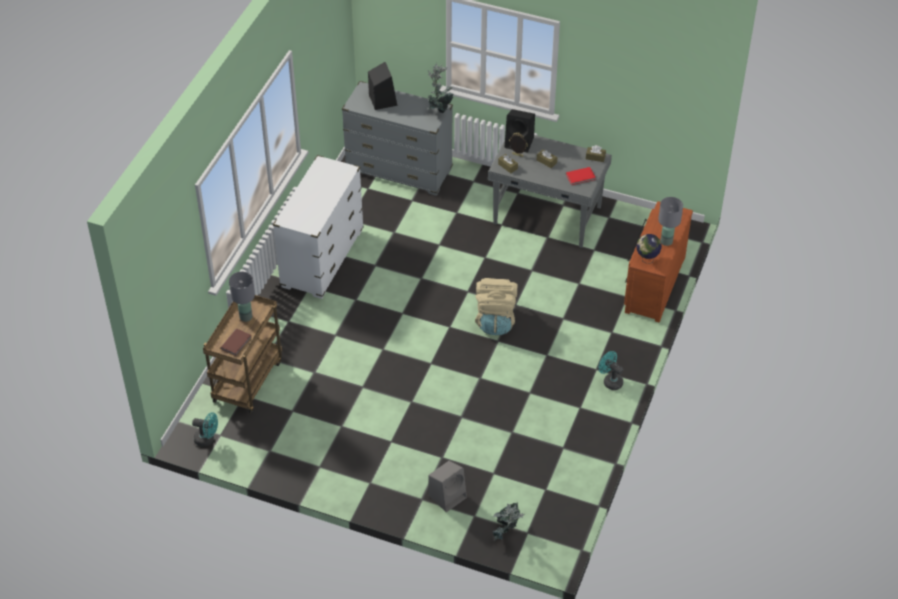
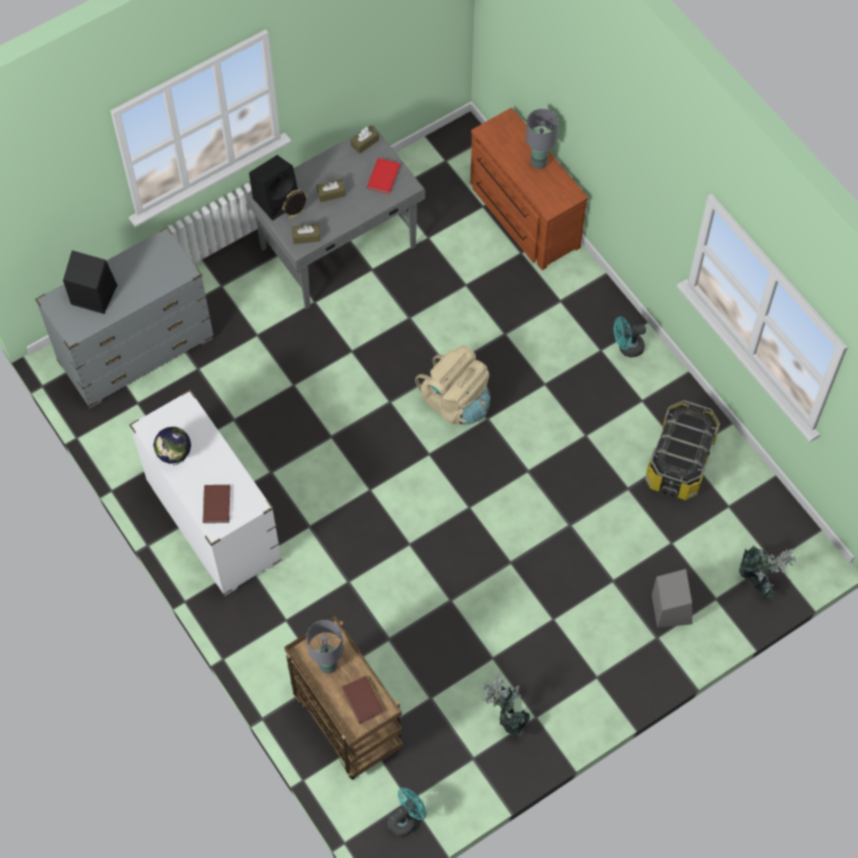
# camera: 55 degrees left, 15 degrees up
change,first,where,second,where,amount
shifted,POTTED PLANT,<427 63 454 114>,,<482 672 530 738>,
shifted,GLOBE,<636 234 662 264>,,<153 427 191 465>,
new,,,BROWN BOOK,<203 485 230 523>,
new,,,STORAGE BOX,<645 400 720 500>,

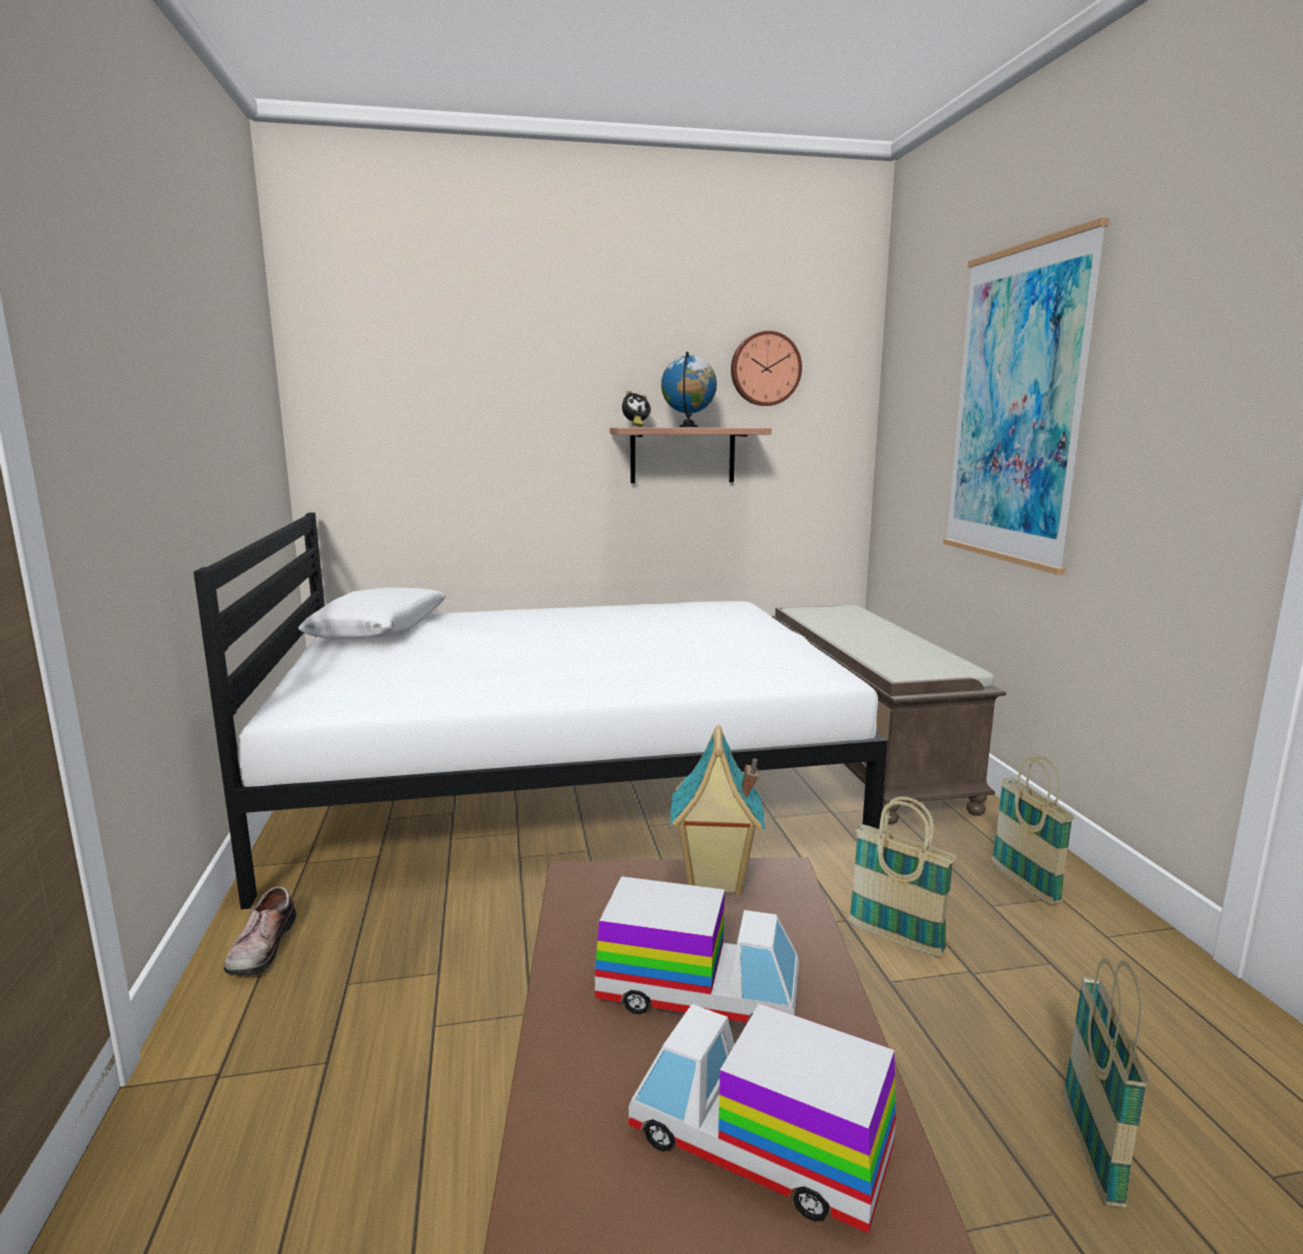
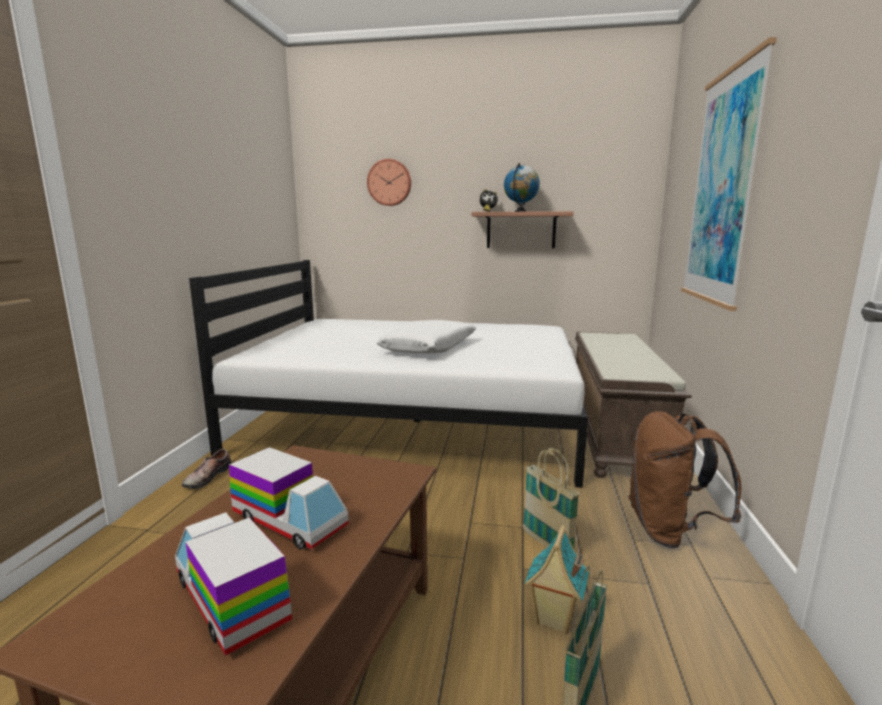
# camera: 20 degrees right, 0 degrees up
change,first,where,second,where,amount
shifted,WHITE PILLOW,<298 587 446 639>,,<377 320 476 353>,
shifted,TOY HOUSE,<670 725 765 895>,,<524 525 589 634>,
shifted,WALL CLOCK,<731 331 802 406>,,<367 159 411 206>,
swapped,BASKET,<991 756 1075 905>,BROWN BACKPACK,<628 411 742 549>,

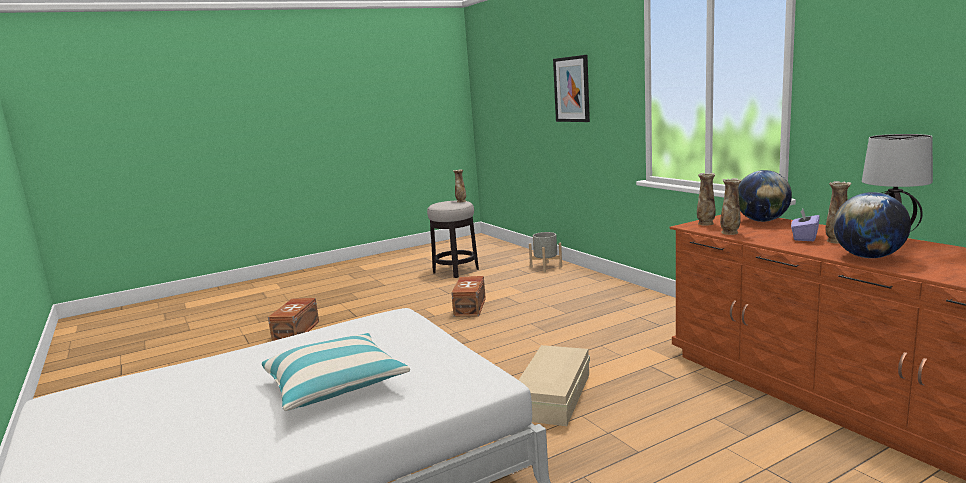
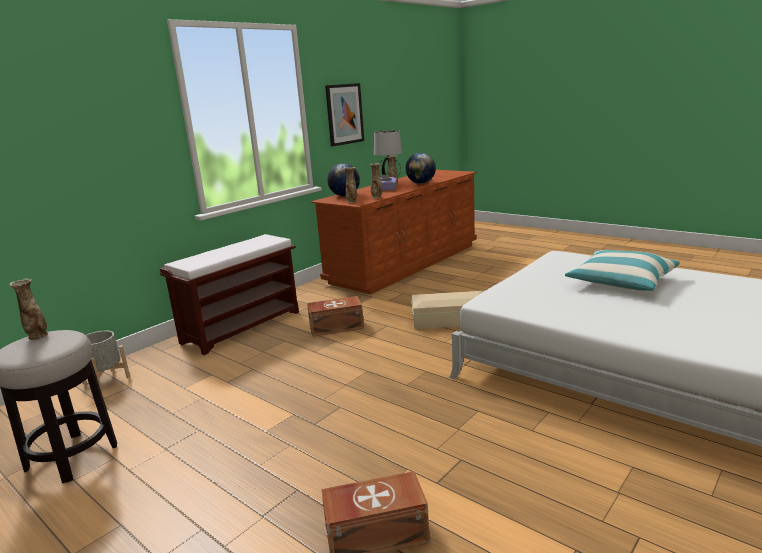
# camera: 110 degrees left, 5 degrees up
change,first,where,second,where,amount
shifted,BROWN STORAGE BOX,<451 276 486 317>,,<307 296 364 337>,
shifted,PICTURE,<553 55 590 122>,,<325 83 364 147>,
new,,,BROWN BENCH,<159 234 299 355>,

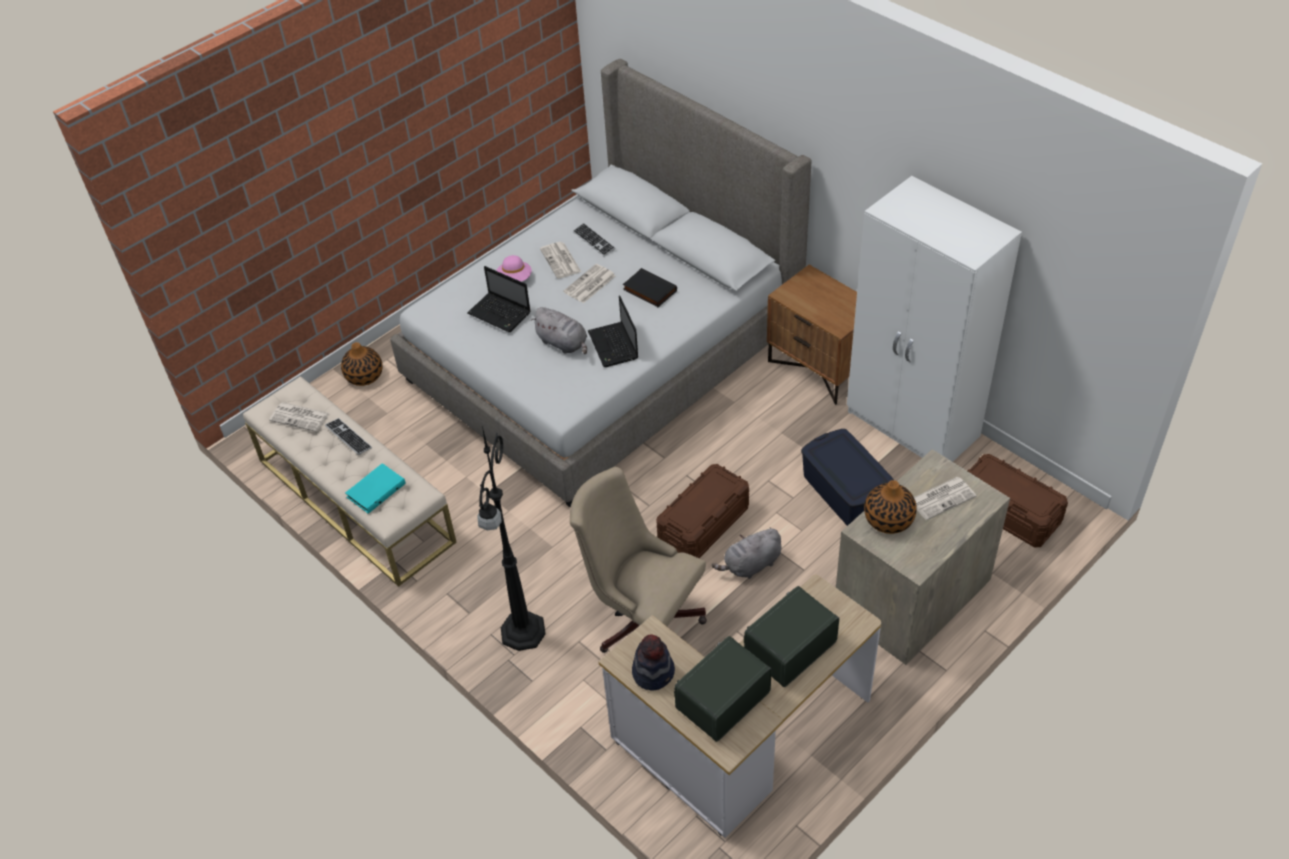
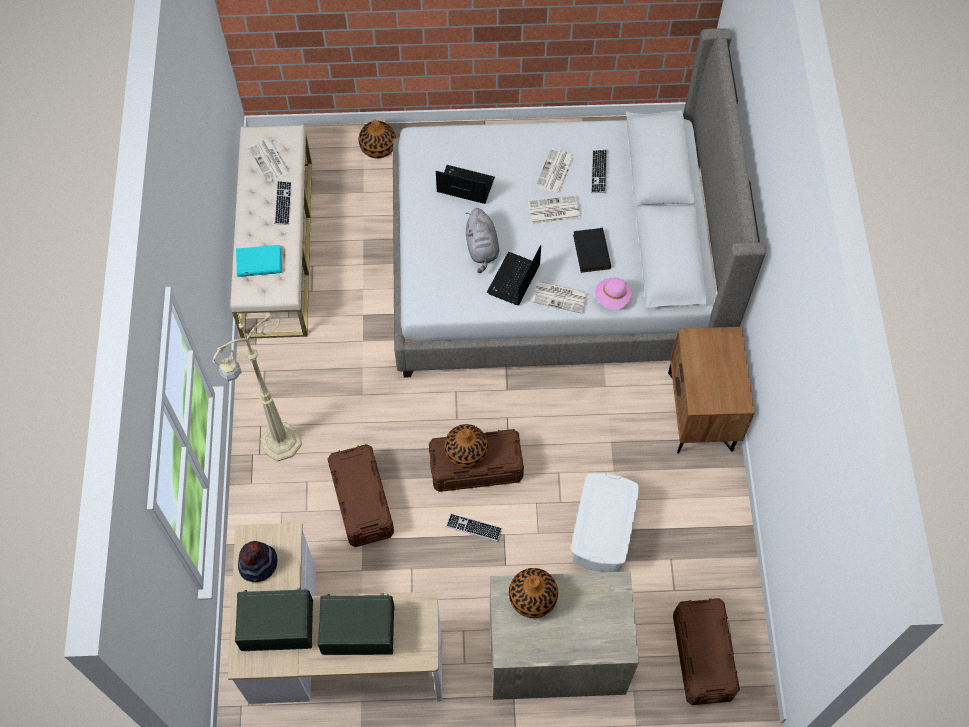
# camera: 40 degrees right, 15 degrees up
change,first,where,second,where,amount
rotated,LAPTOP,<467 266 531 332>,,<436 165 495 204>,120 degrees clockwise
repainted,BLACK FLOOR LAMP,<477 426 545 651>,BEIGE FLOOR LAMP,<212 309 302 462>,
shifted,PINK HAT,<496 255 532 281>,,<595 278 632 309>,
swapped,BEIGE OFFICE CHAIR,<570 467 707 653>,BROWN STORAGE BOX,<327 444 394 547>,
swapped,GREY PLUSH TOY,<712 527 781 579>,KEYBOARD,<446 513 502 542>,
repainted,BLUE STORAGE BOX,<801 429 894 526>,WHITE STORAGE BOX,<571 473 639 572>,
gone,WHITE WARDROBE,<847 176 1022 462>,,,
shifted,NEWSPAPER,<914 477 976 520>,,<532 281 588 314>,
new,,,VASE,<444 424 488 468>,

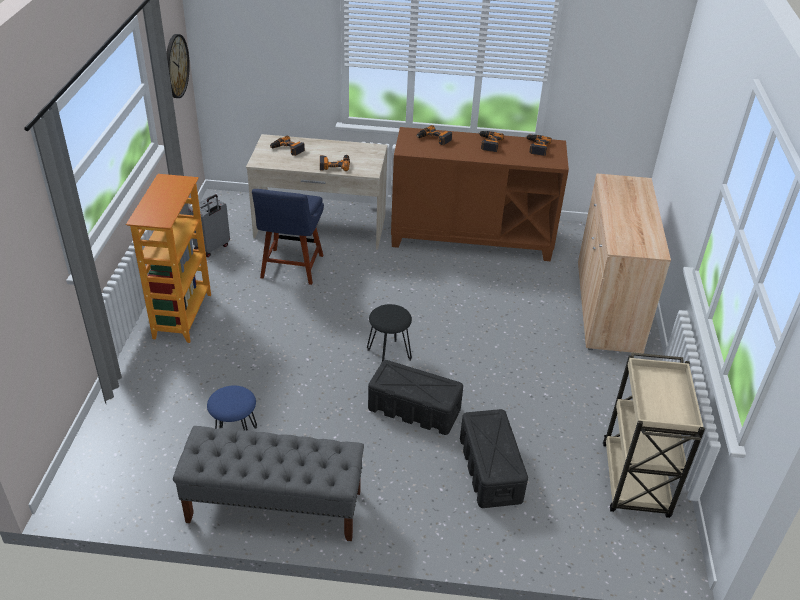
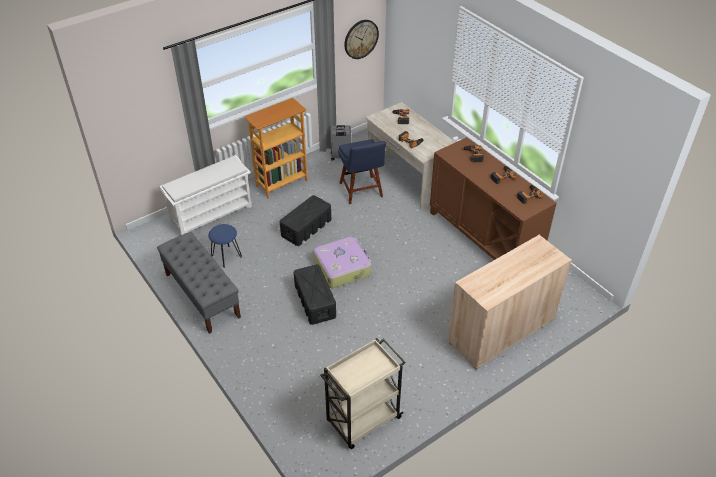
# camera: 50 degrees right, 5 degrees up
change,first,where,second,where,amount
rotated,BLUE CHAIR,<252 189 324 285>,,<338 139 386 204>,75 degrees counterclockwise
swapped,BLACK STOOL,<367 304 412 361>,SUITCASE,<313 236 372 288>,
shifted,BLACK STORAGE BOX,<460 409 528 508>,,<280 195 331 246>,
new,,,WHITE SHOE RACK,<159 155 252 235>,

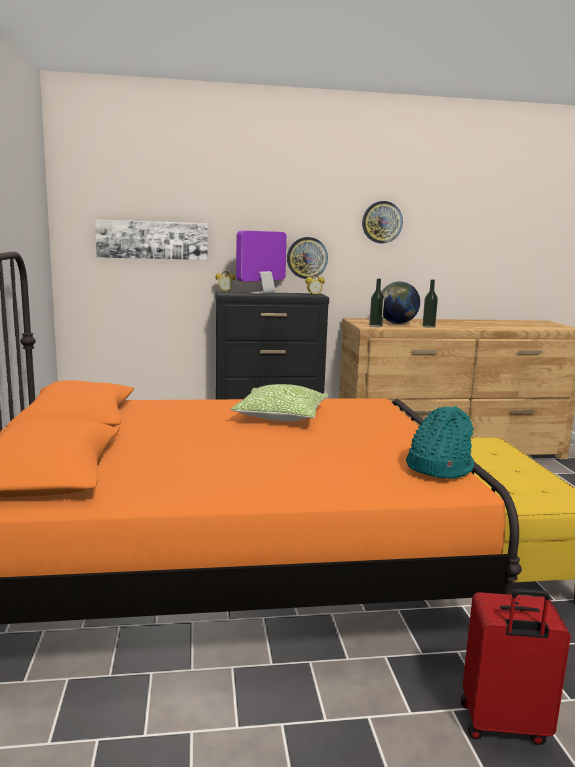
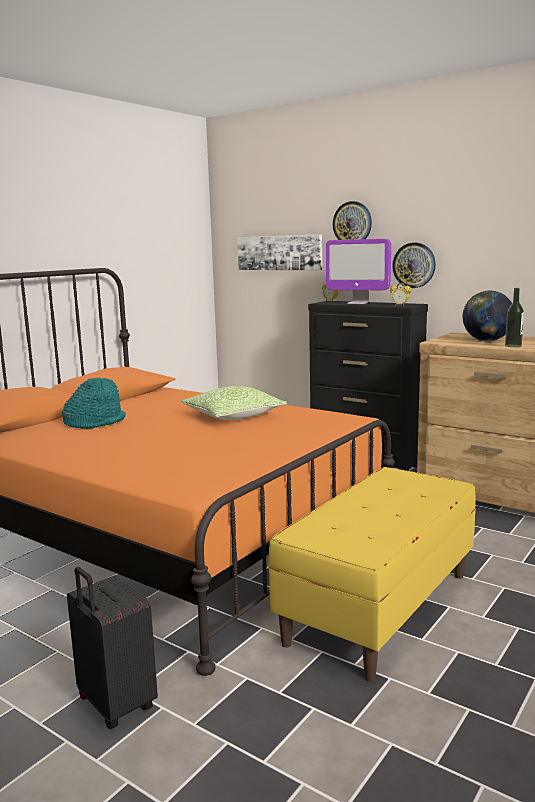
# camera: 45 degrees right, 0 degrees up
change,first,where,second,where,amount
rotated,MONITOR,<236 231 287 295>,,<326 239 391 304>,150 degrees counterclockwise
shifted,WALL CLOCK,<362 201 403 243>,,<333 201 372 240>,
gone,BOTTLE,<369 278 384 327>,,,
shifted,TURQUOISE HAT,<406 406 475 479>,,<62 377 126 429>,
repainted,RED SUITCASE,<460 588 571 745>,BLACK SUITCASE,<67 567 158 729>,

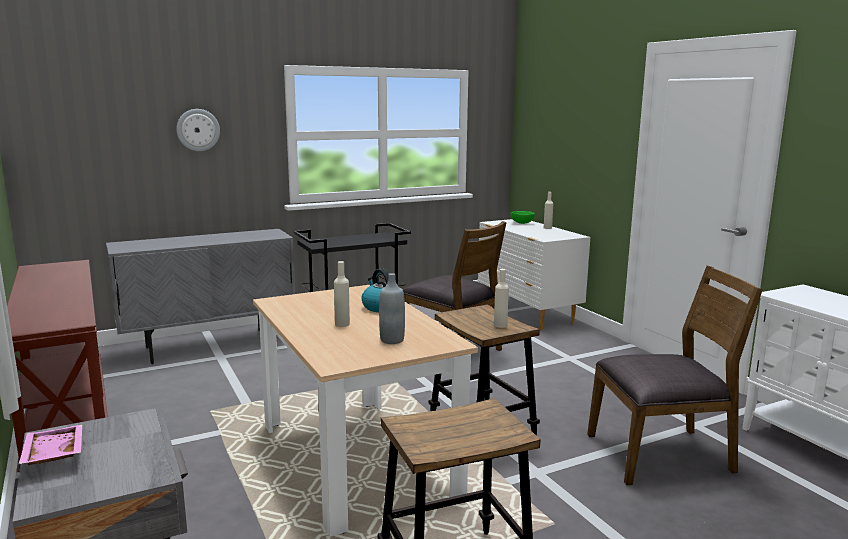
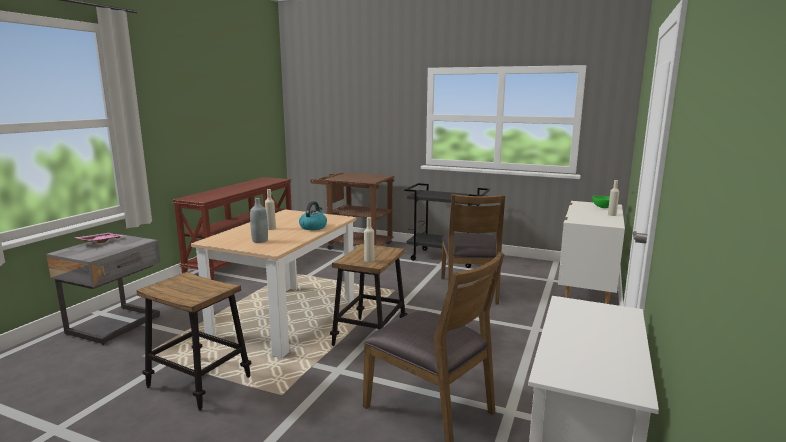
# camera: 50 degrees right, 0 degrees up
change,first,where,second,where,amount
swapped,GREY CABINET,<106 229 295 364>,BROWN CART,<310 172 395 250>,
gone,WALL CLOCK,<176 109 220 151>,,,

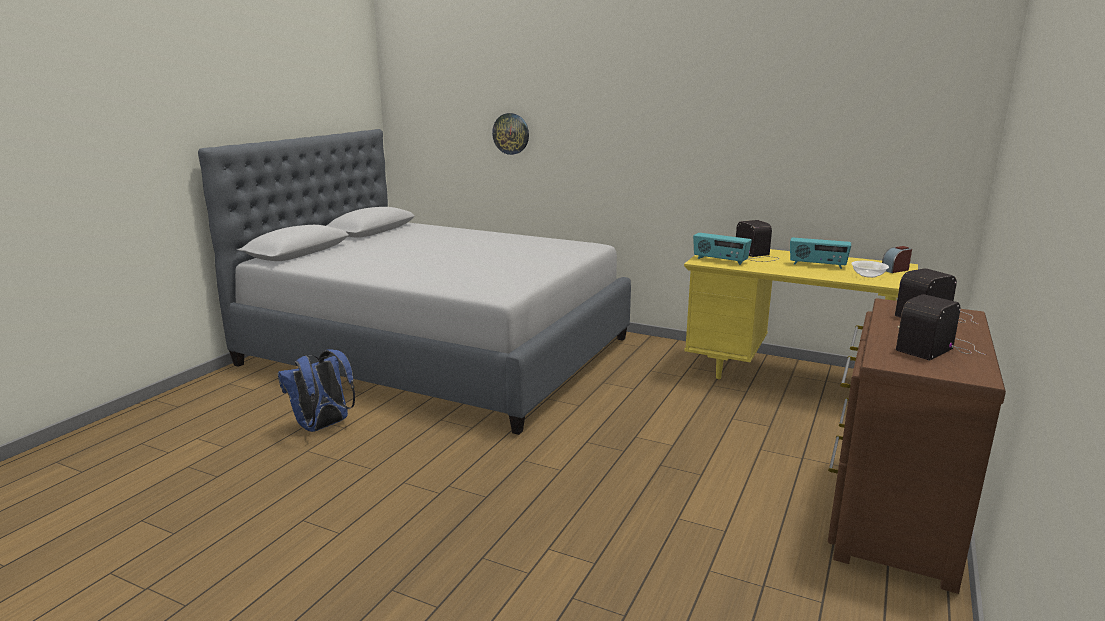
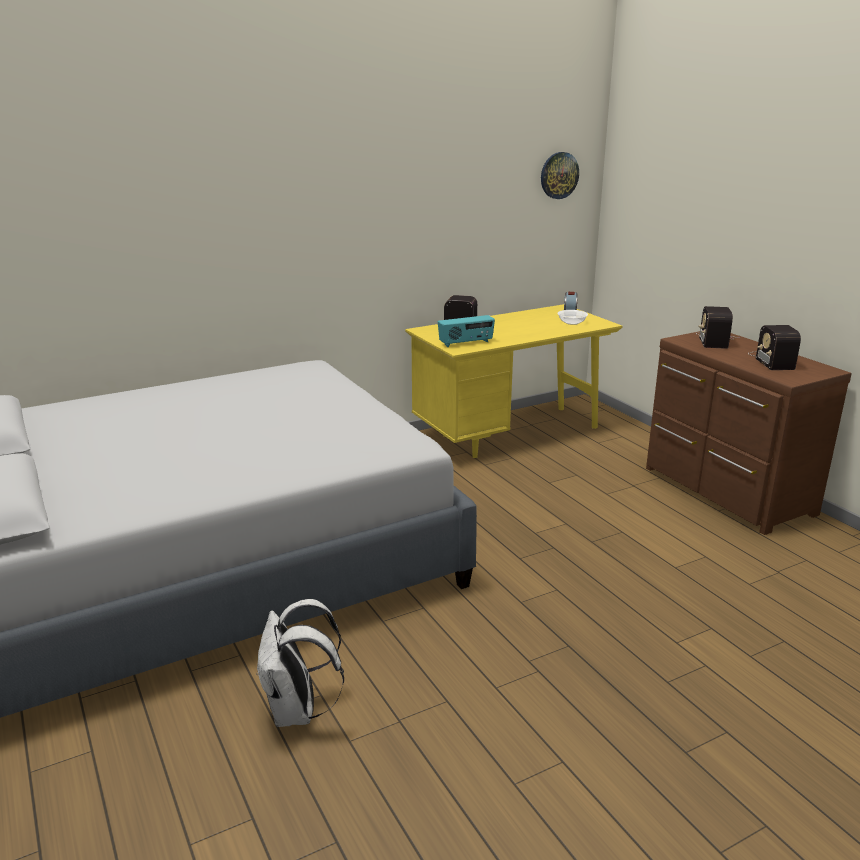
# camera: 55 degrees left, 5 degrees up
change,first,where,second,where,amount
repainted,BLUE BACKPACK,<278 349 355 432>,WHITE BACKPACK,<256 599 344 727>,
shifted,WALL CLOCK,<492 113 529 155>,,<541 152 579 199>,
gone,RADIO,<790 237 851 269>,,,

